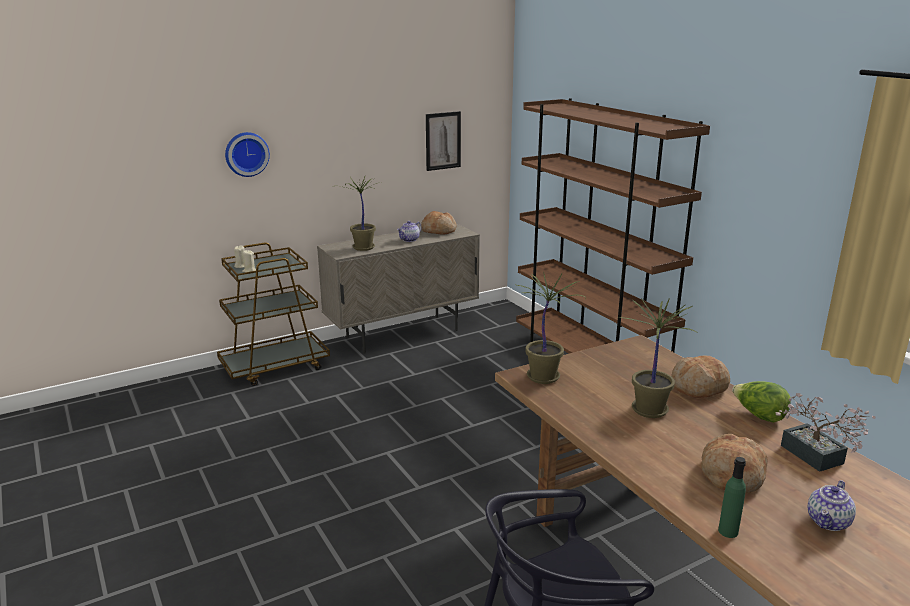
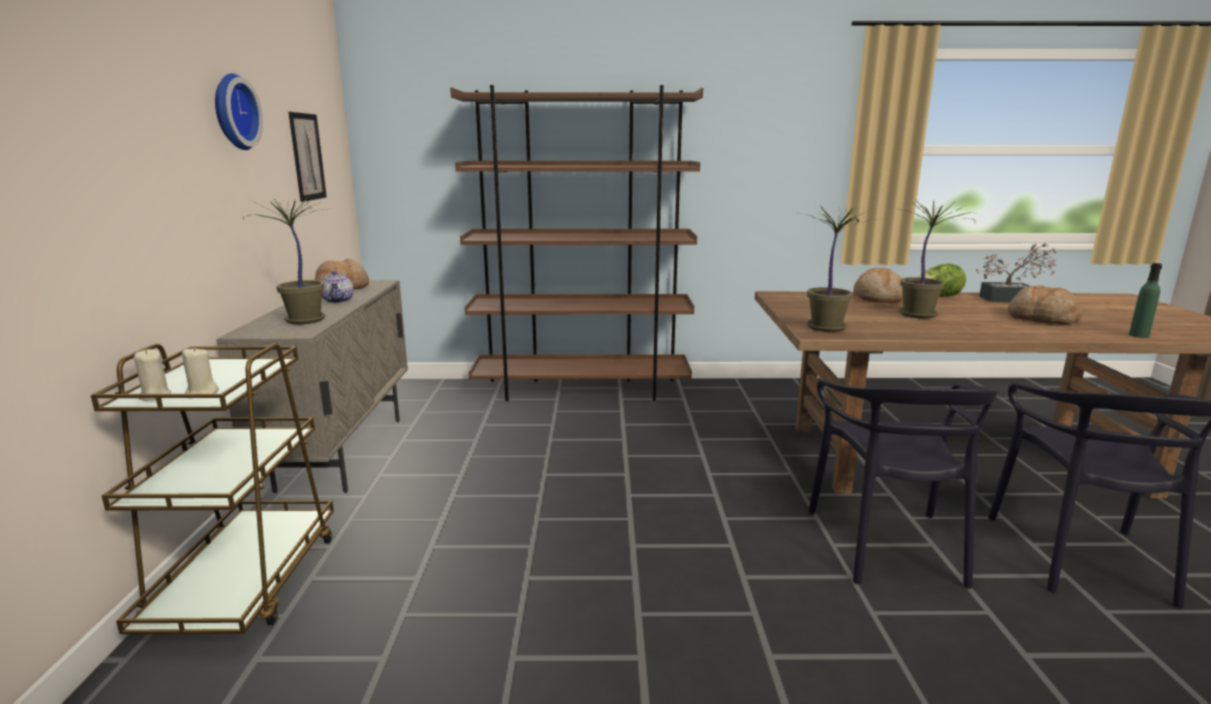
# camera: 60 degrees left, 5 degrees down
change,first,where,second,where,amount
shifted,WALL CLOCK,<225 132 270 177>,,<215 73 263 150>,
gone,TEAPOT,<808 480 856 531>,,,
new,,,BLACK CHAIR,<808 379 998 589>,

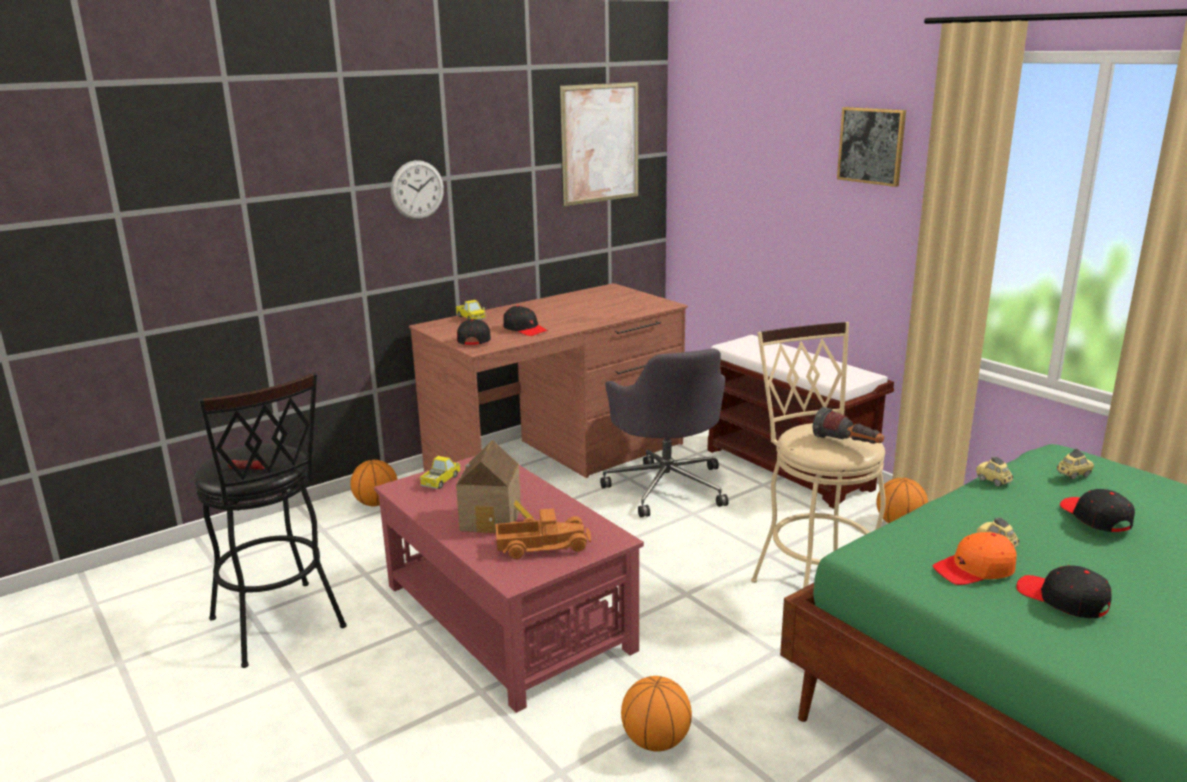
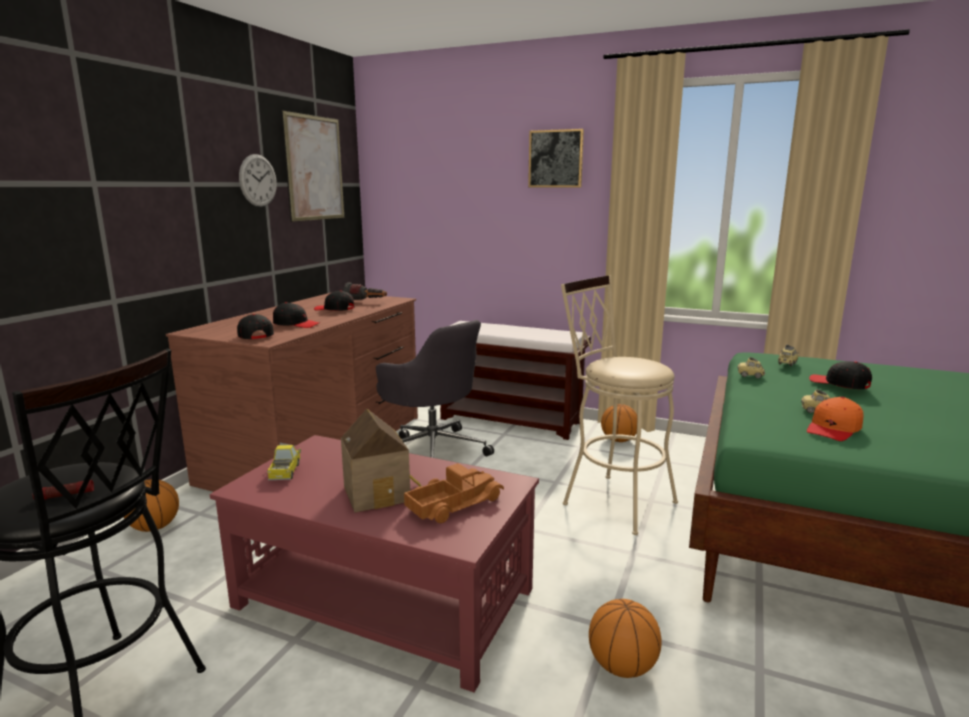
# camera: 30 degrees left, 5 degrees down
change,first,where,second,where,amount
shifted,WALL CLOCK,<391 160 444 220>,,<239 154 277 207>,
gone,TOY TRUCK,<456 300 486 320>,,,
shifted,FLASHLIGHT,<813 407 884 444>,,<343 282 387 300>,
shifted,BLACK CAP,<1016 565 1112 618>,,<314 290 355 311>,

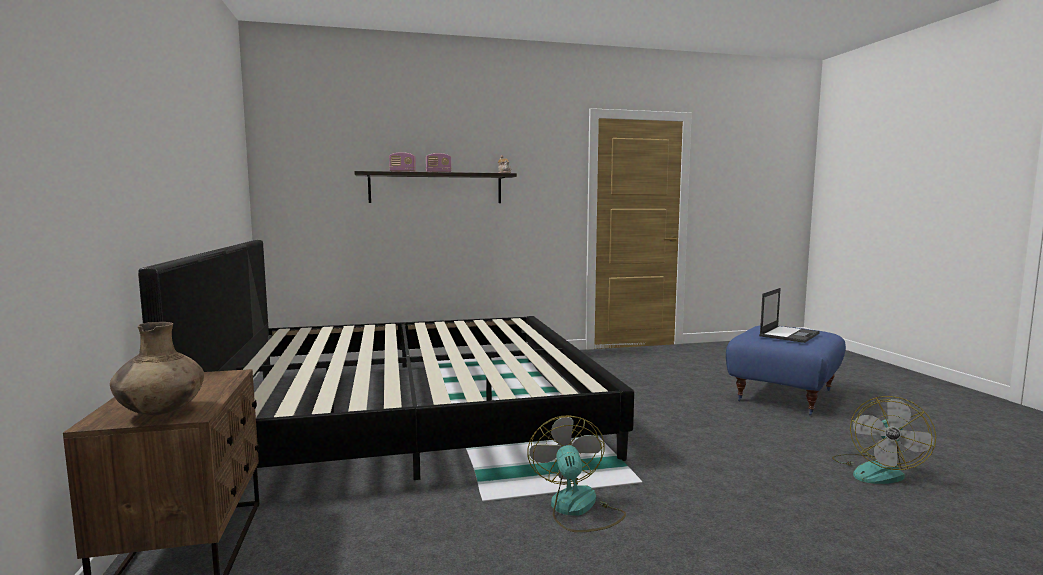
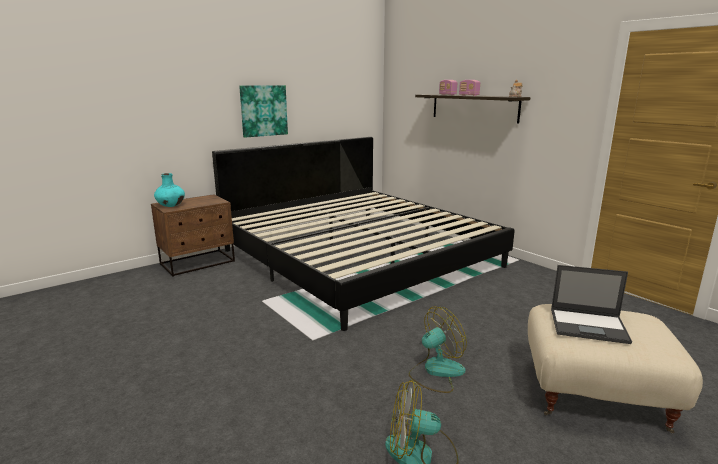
# camera: 65 degrees right, 10 degrees up
change,first,where,second,where,amount
repainted,BROWN VASE,<110 322 204 415>,TURQUOISE VASE,<154 173 185 207>,
shifted,FAN,<527 415 626 532>,,<409 306 467 393>,
repainted,BLUE OTTOMAN,<726 325 846 416>,BEIGE OTTOMAN,<528 304 703 433>,
new,,,PICTURE,<239 85 288 138>,

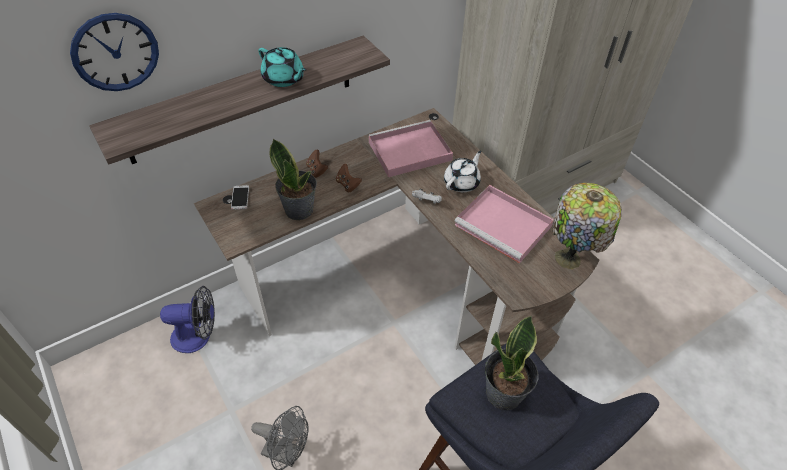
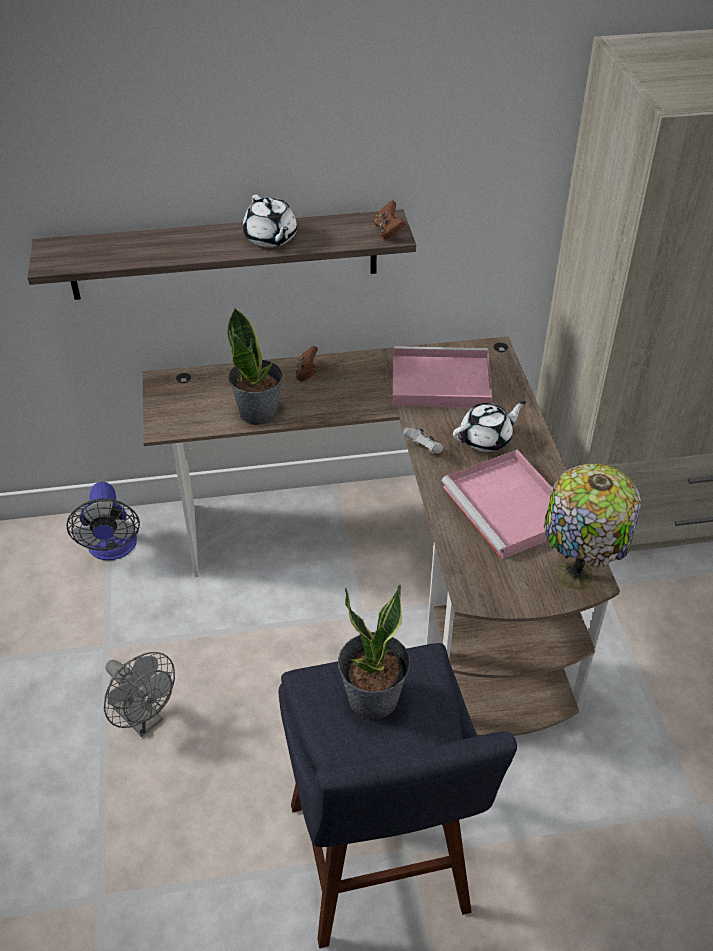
# camera: 25 degrees right, 5 degrees down
change,first,where,second,where,amount
gone,WALL CLOCK,<70 13 159 91>,,,
rotated,FAN,<160 286 215 353>,,<66 482 140 560>,60 degrees clockwise
gone,PHONE,<231 185 249 210>,,,
repainted,TURQUOISE TEAPOT,<258 47 307 87>,WHITE TEAPOT,<243 195 297 247>,
shifted,BROWN GAME CONTROLLER,<336 164 362 192>,,<374 200 406 239>,

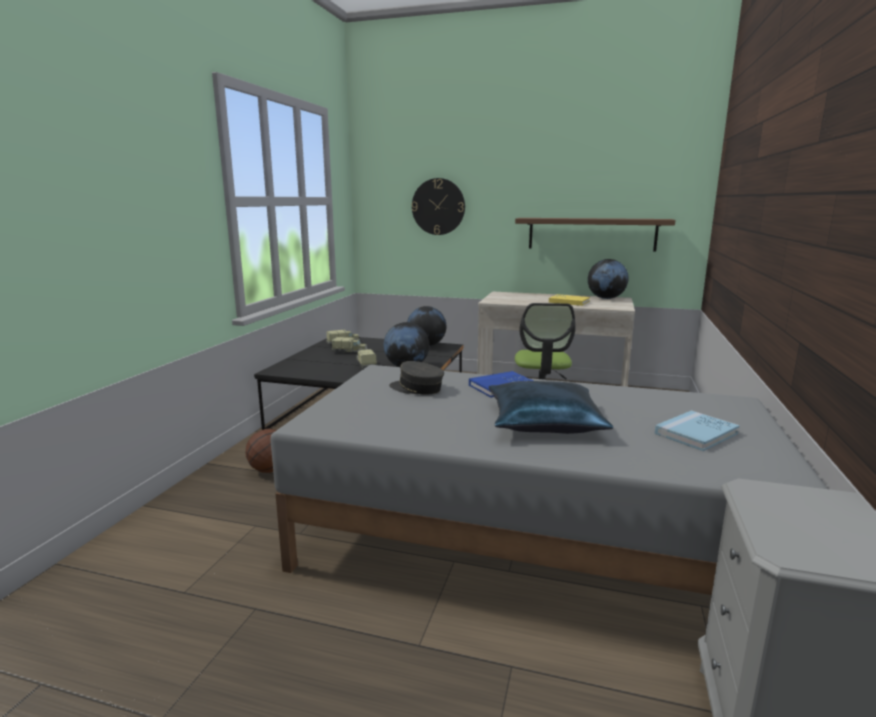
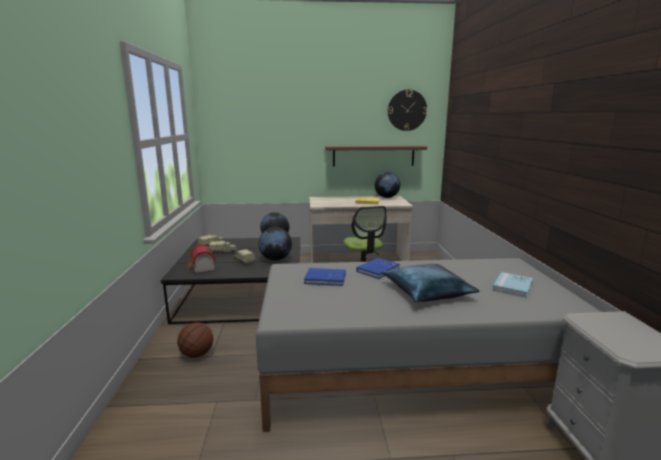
# camera: 20 degrees left, 0 degrees up
change,first,where,second,where,amount
swapped,GREY CAP,<389 361 444 395>,BLUE BOOK,<304 268 346 286>,
shifted,WALL CLOCK,<412 178 465 235>,,<388 90 427 131>,
new,,,TOY HOUSE,<187 244 216 273>,

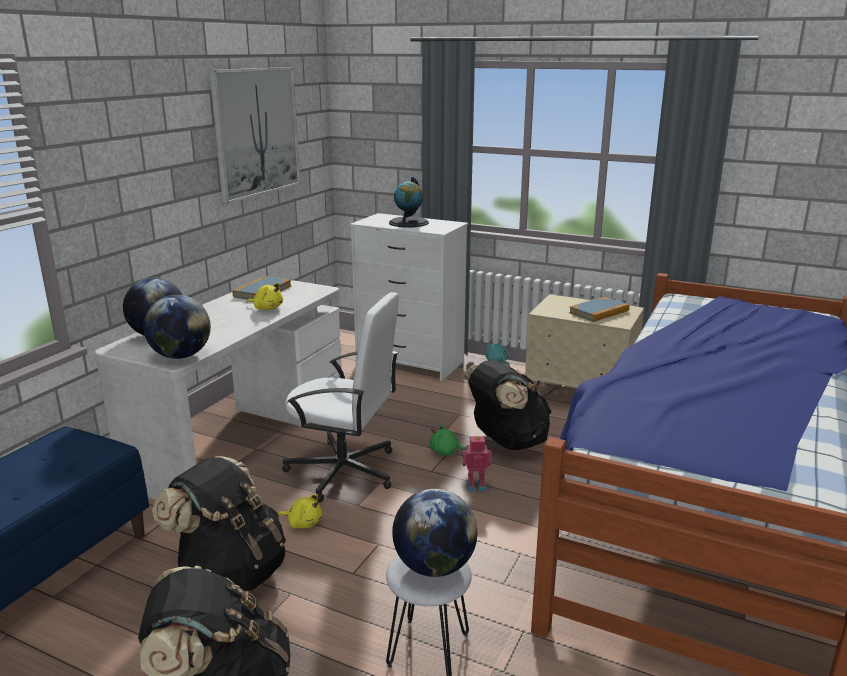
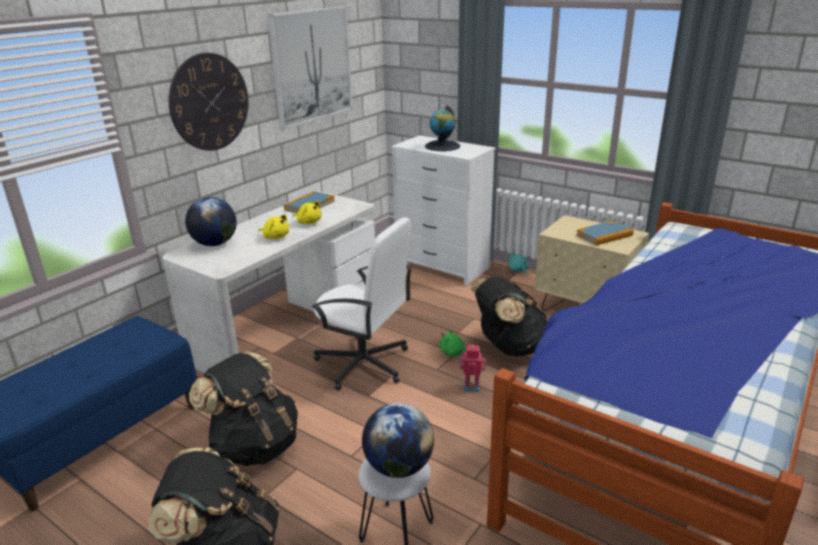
# camera: 10 degrees right, 5 degrees up
change,first,where,second,where,amount
gone,GLOBE,<143 295 211 359>,,,
shifted,YELLOW PLUSH TOY,<278 494 322 528>,,<258 214 289 239>,
new,,,WALL CLOCK,<168 53 248 151>,

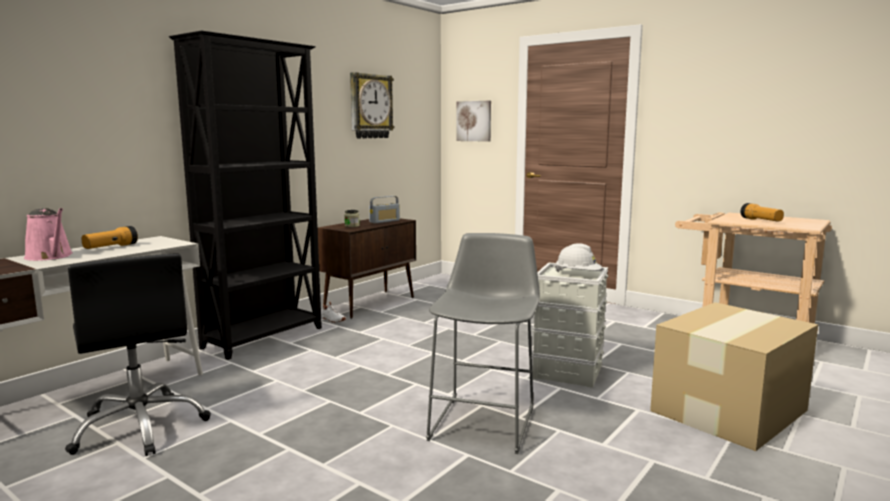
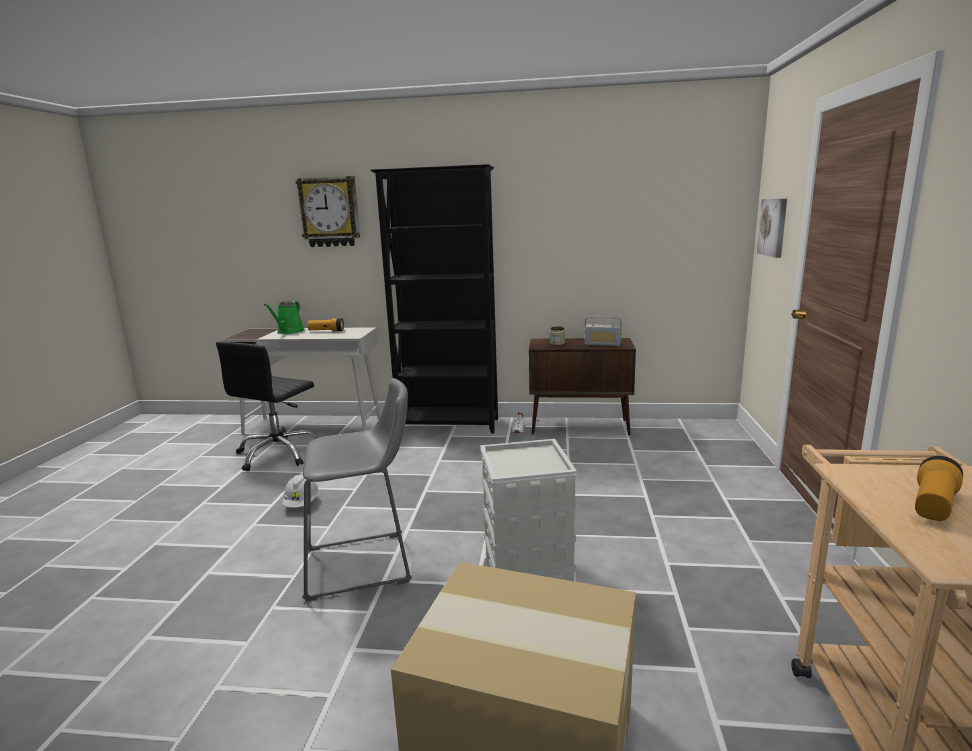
# camera: 60 degrees right, 5 degrees up
change,first,where,second,where,amount
repainted,PINK WATERING CAN,<24 208 73 261>,GREEN WATERING CAN,<264 301 305 334>,
shifted,WALL CLOCK,<350 72 394 139>,,<295 176 360 247>,
shifted,WHITE HARD HAT,<555 244 602 272>,,<283 475 319 508>,

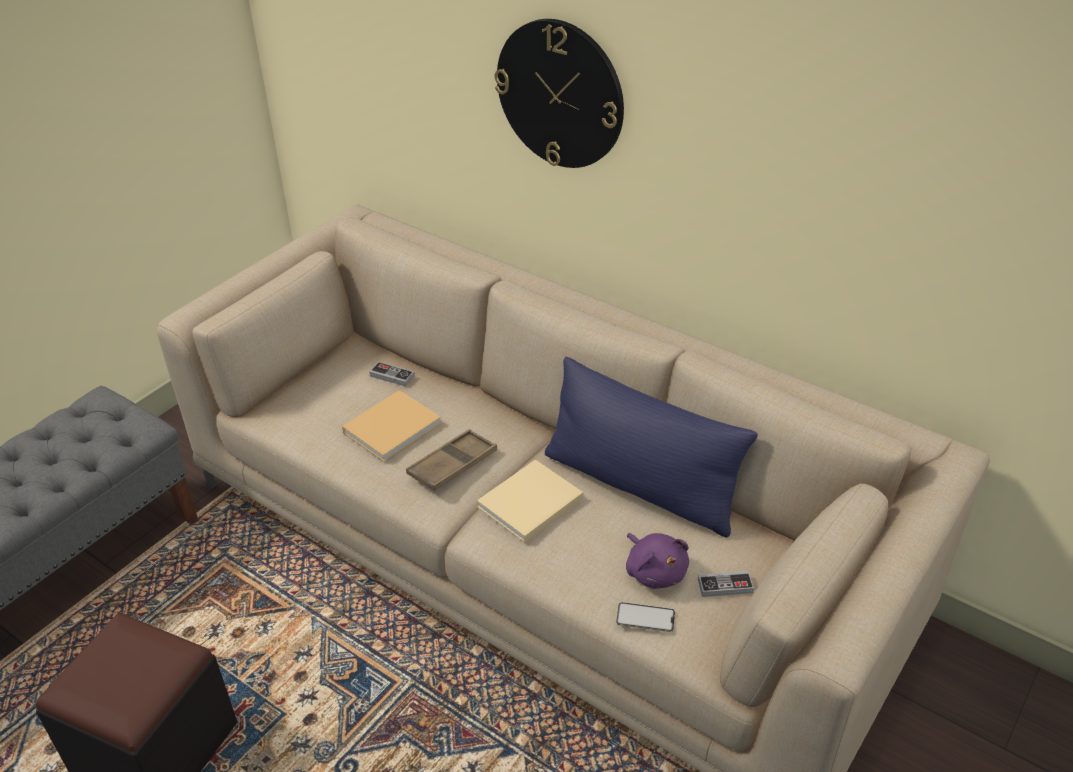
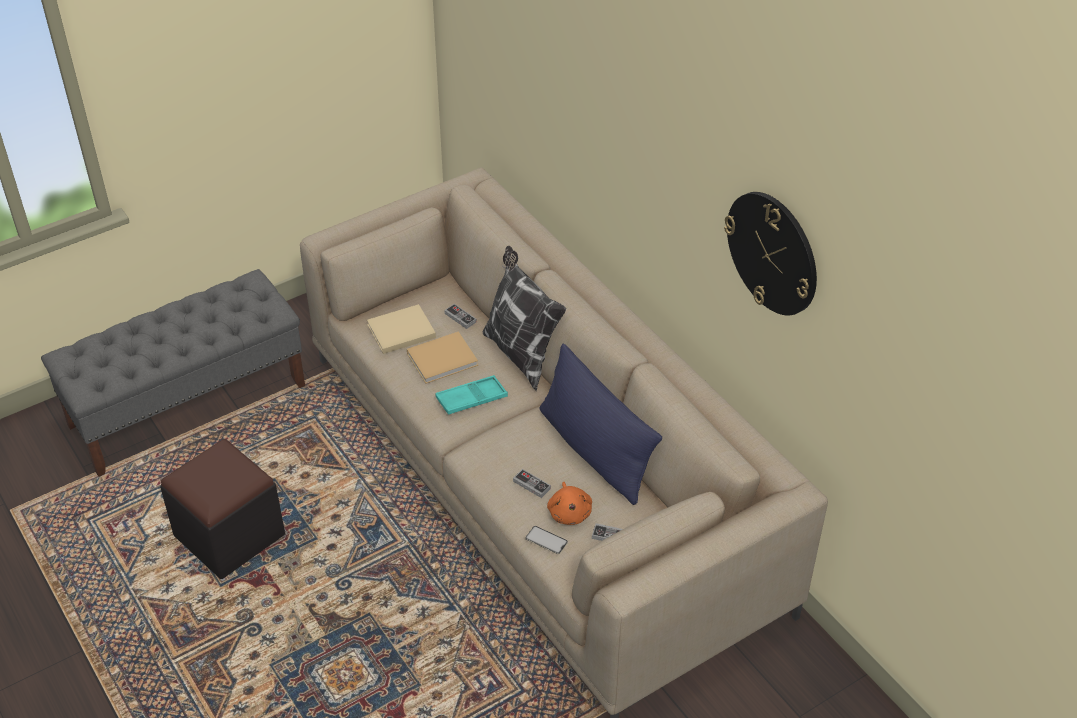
# camera: 20 degrees right, 5 degrees up
change,first,where,second,where,amount
repainted,BROWN TRAY,<406 429 497 491>,TURQUOISE TRAY,<435 375 508 415>,
shifted,BEIGE BOOK,<477 460 583 543>,,<367 304 436 354>,
shifted,WALL CLOCK,<495 19 624 168>,,<724 192 817 315>,
repainted,PURPLE PLUSH TOY,<626 533 689 589>,ORANGE PLUSH TOY,<547 482 592 525>,
new,,,PILLOW,<483 246 566 391>,
new,,,GAME CONTROLLER,<513 469 551 498>,

